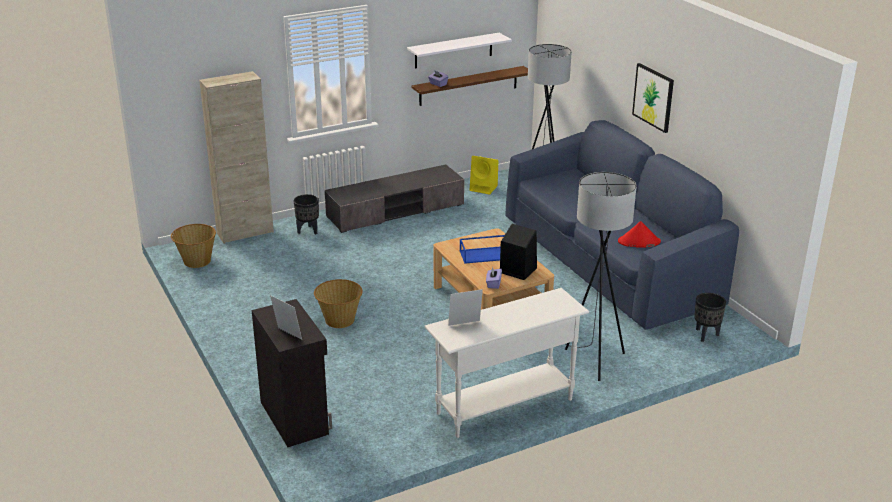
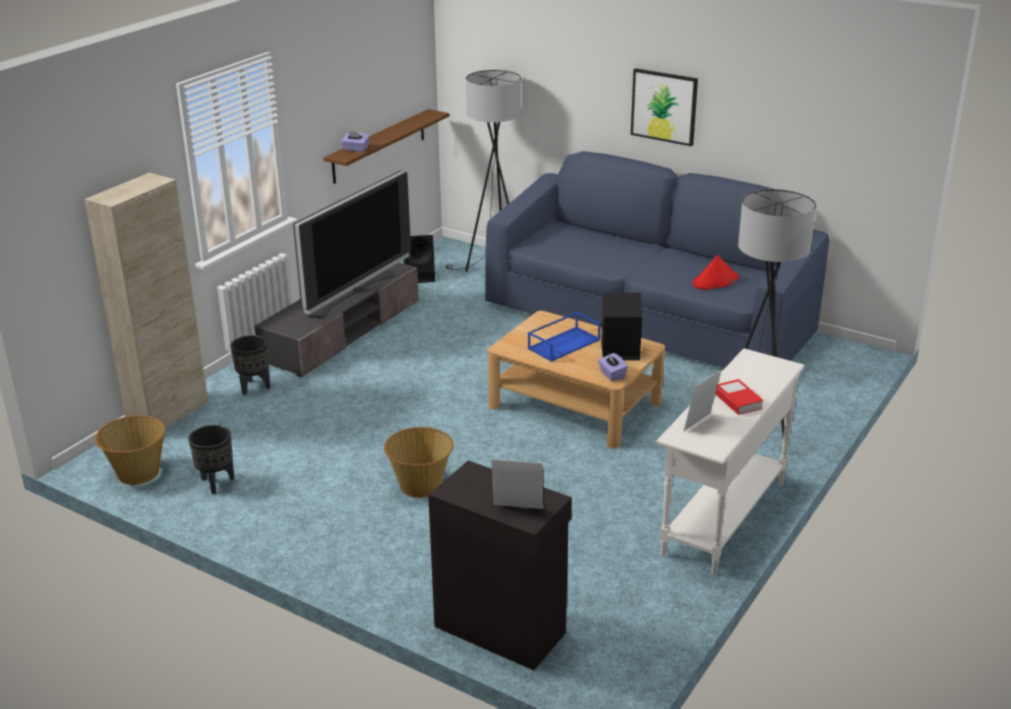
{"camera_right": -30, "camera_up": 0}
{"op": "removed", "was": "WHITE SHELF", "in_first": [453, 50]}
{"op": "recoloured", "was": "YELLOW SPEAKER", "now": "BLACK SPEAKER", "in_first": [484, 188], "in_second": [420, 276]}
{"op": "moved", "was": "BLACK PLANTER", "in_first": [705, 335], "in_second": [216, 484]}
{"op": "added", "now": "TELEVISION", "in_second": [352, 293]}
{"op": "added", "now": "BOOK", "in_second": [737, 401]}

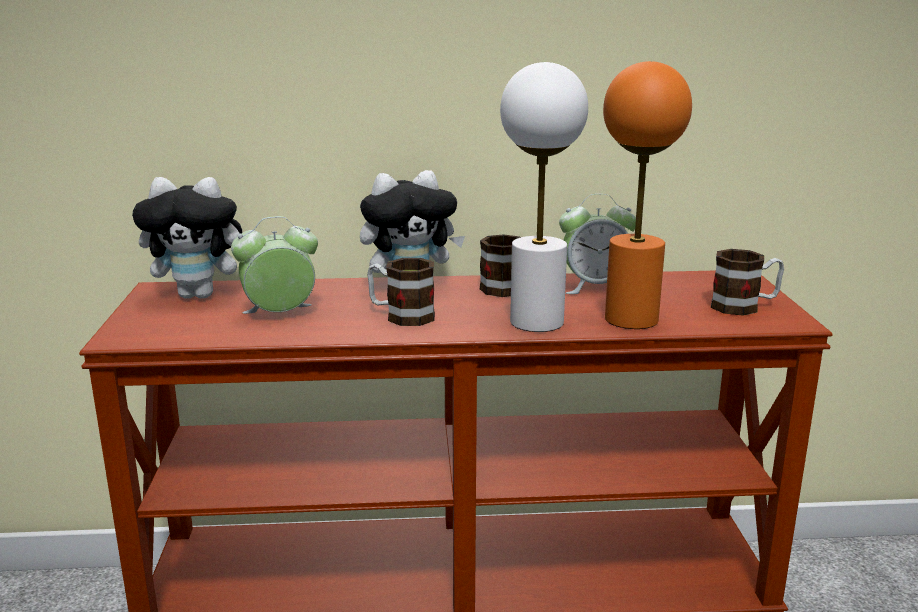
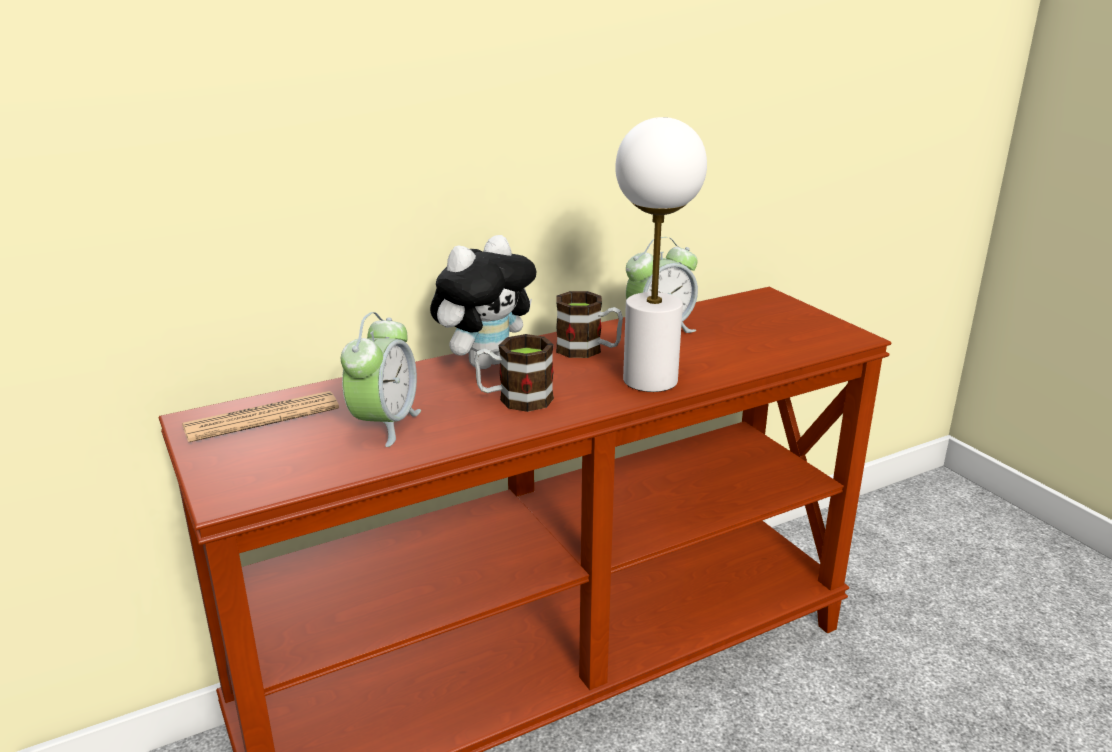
{"camera_right": -25, "camera_up": 5}
{"op": "replaced", "was": "PLUSH TOY", "now": "NEWSPAPER", "in_first": [201, 295], "in_second": [262, 418]}
{"op": "turned", "was": "ALARM CLOCK", "in_first": [280, 314], "in_second": [385, 425], "clockwise": 150}
{"op": "removed", "was": "ORANGE TABLE LAMP", "in_first": [631, 319]}
{"op": "removed", "was": "MUG", "in_first": [744, 306]}

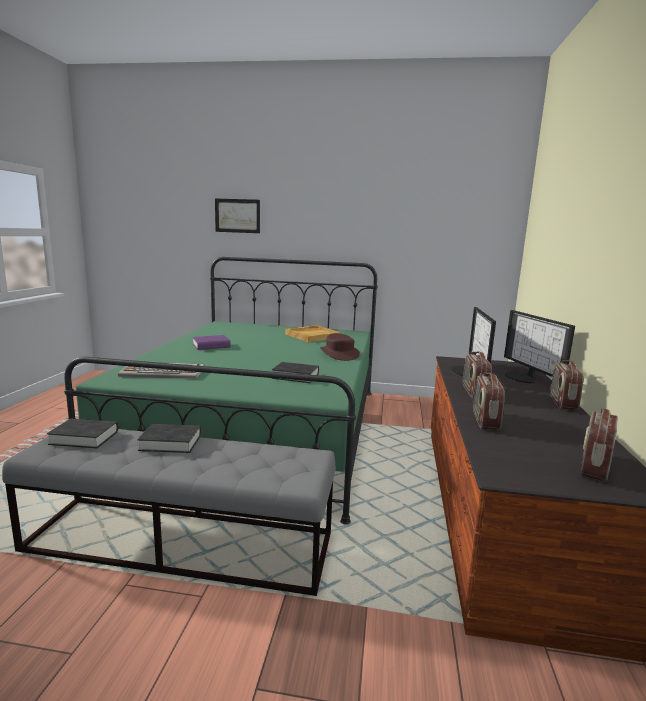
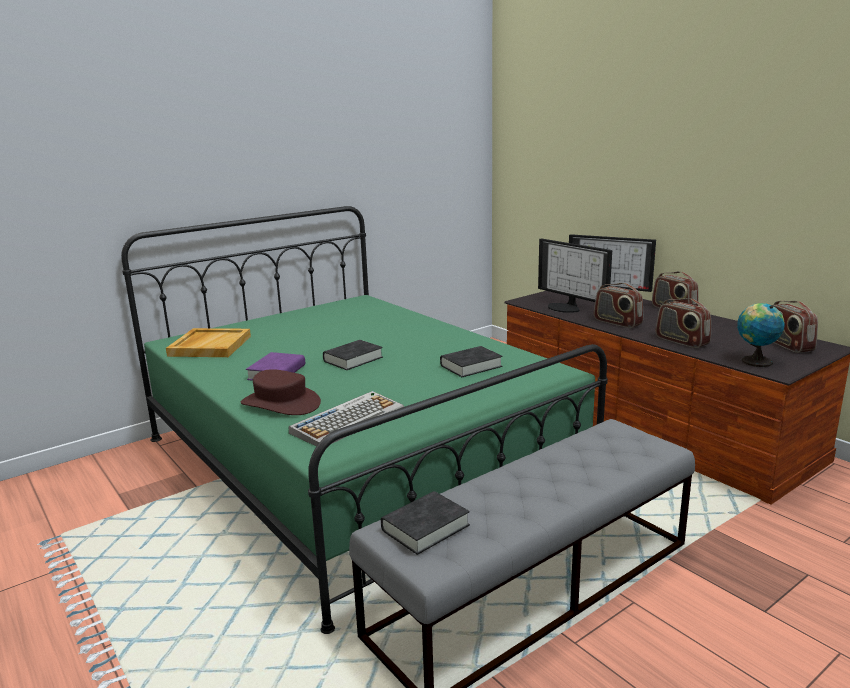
{"camera_right": -45, "camera_up": 5}
{"op": "moved", "was": "BLACK BOOK", "in_first": [170, 442], "in_second": [353, 359]}
{"op": "removed", "was": "PICTURE", "in_first": [237, 216]}
{"op": "moved", "was": "BEIGE TRAY", "in_first": [312, 336], "in_second": [210, 346]}
{"op": "moved", "was": "BROWN HAT", "in_first": [339, 354], "in_second": [281, 403]}
{"op": "added", "now": "GLOBE", "in_second": [754, 361]}

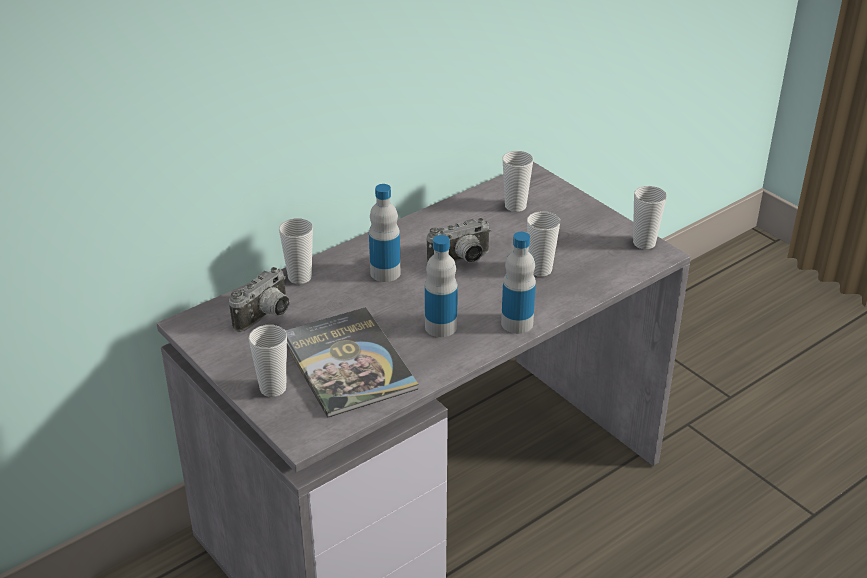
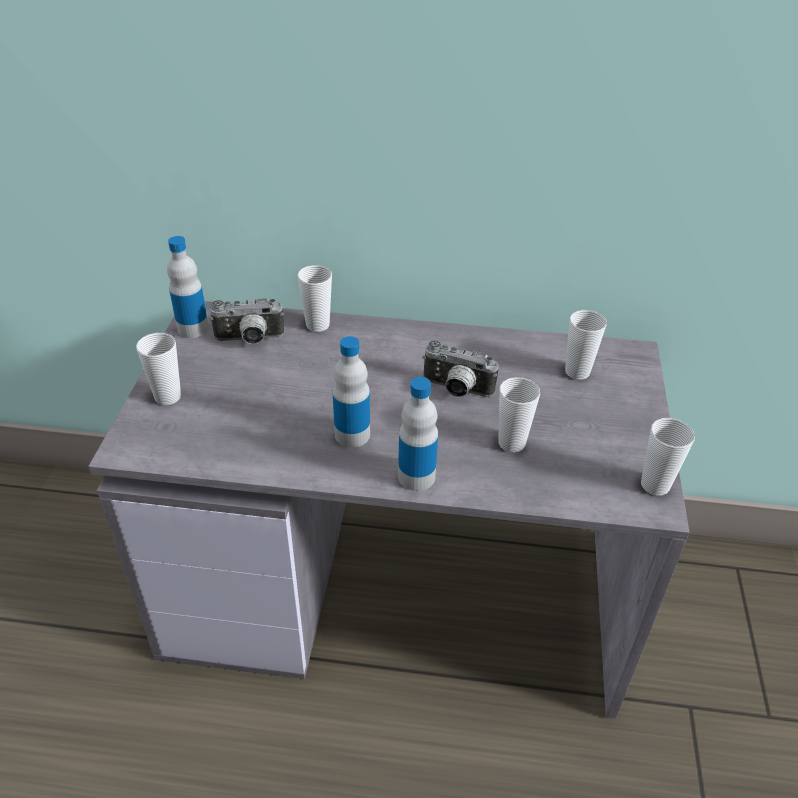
{"camera_right": 45, "camera_up": 5}
{"op": "removed", "was": "BOOK", "in_first": [347, 363]}
{"op": "moved", "was": "BOTTLE", "in_first": [385, 273], "in_second": [193, 328]}

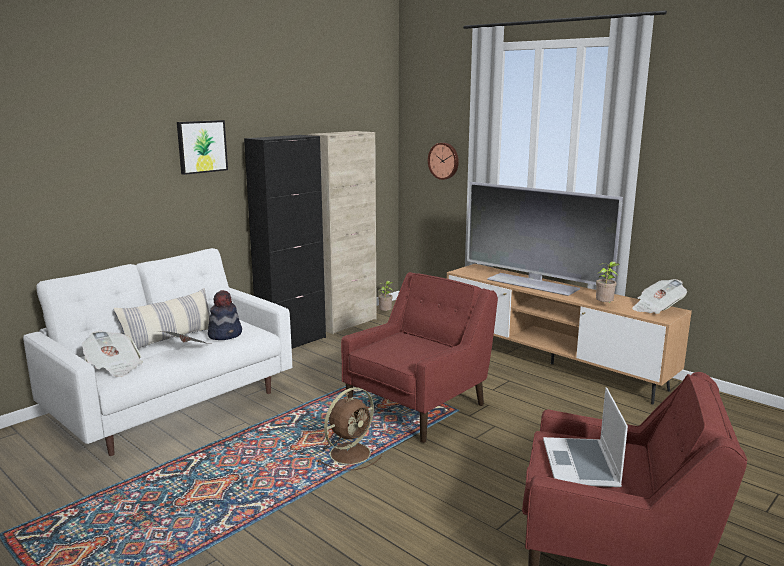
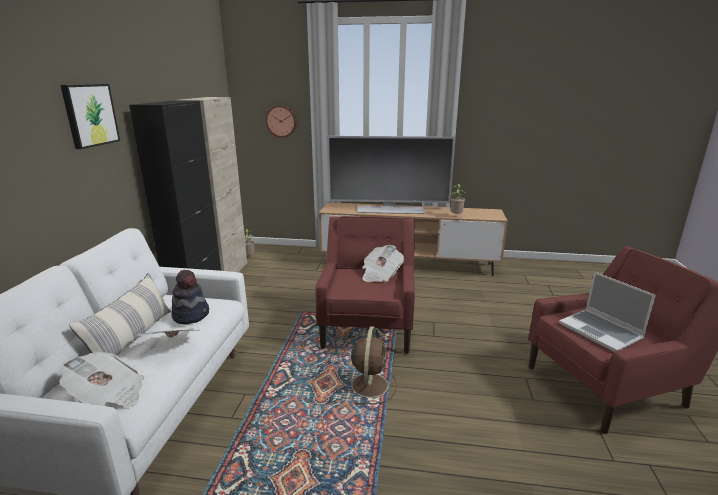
{"camera_right": -35, "camera_up": 5}
{"op": "moved", "was": "NEWSPAPER", "in_first": [656, 309], "in_second": [380, 274]}

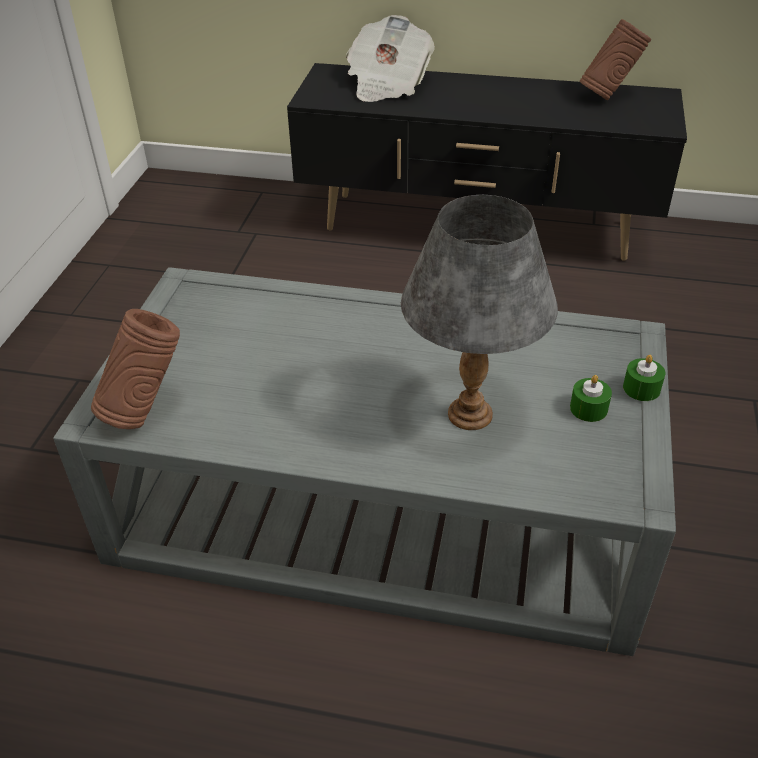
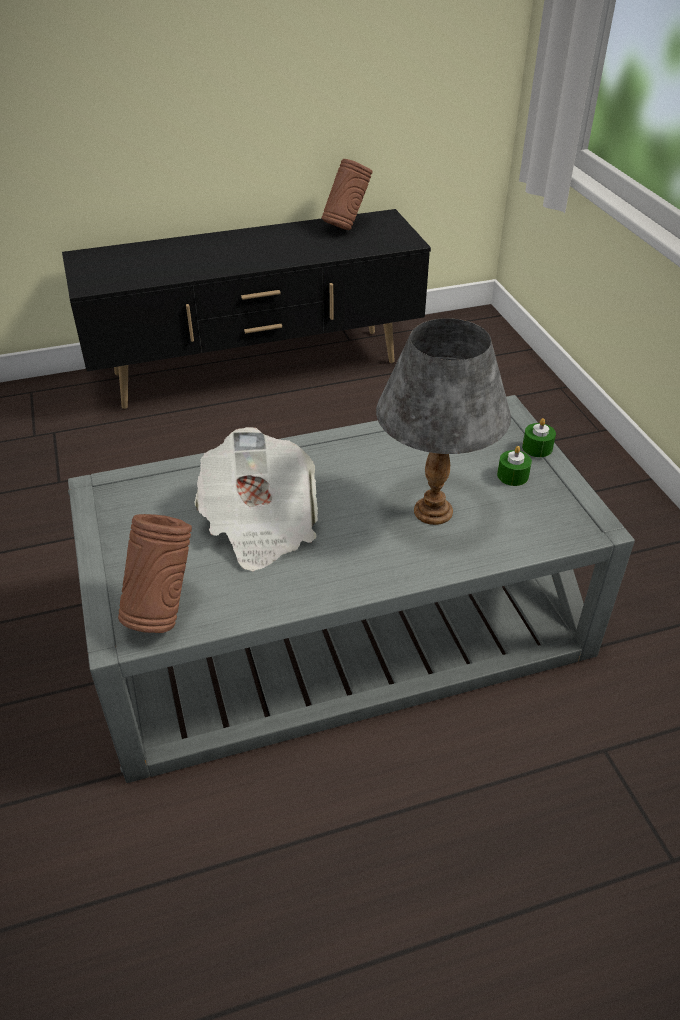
{"camera_right": -30, "camera_up": 0}
{"op": "moved", "was": "NEWSPAPER", "in_first": [387, 84], "in_second": [260, 524]}

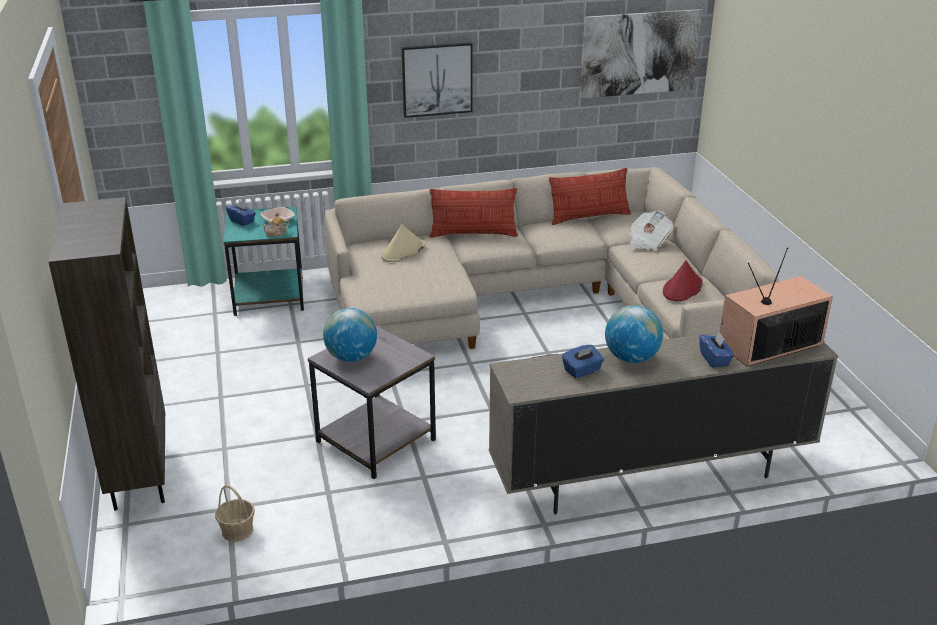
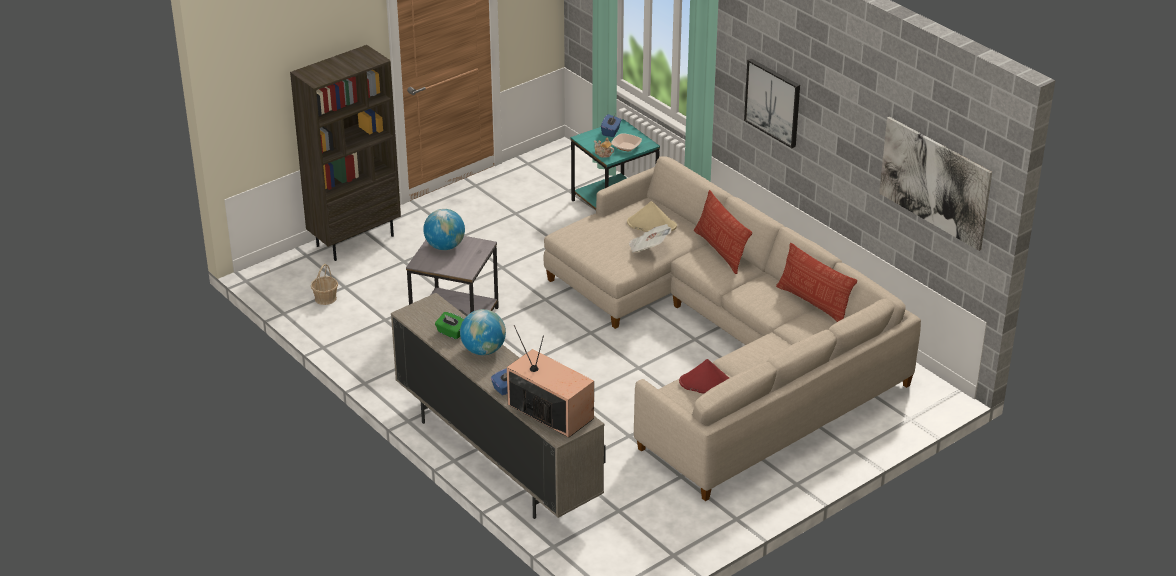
{"camera_right": 65, "camera_up": 5}
{"op": "recoloured", "was": "BLUE TISSUE BOX", "now": "GREEN TISSUE BOX", "in_first": [582, 371], "in_second": [451, 333]}
{"op": "moved", "was": "NEWSPAPER", "in_first": [647, 242], "in_second": [648, 248]}

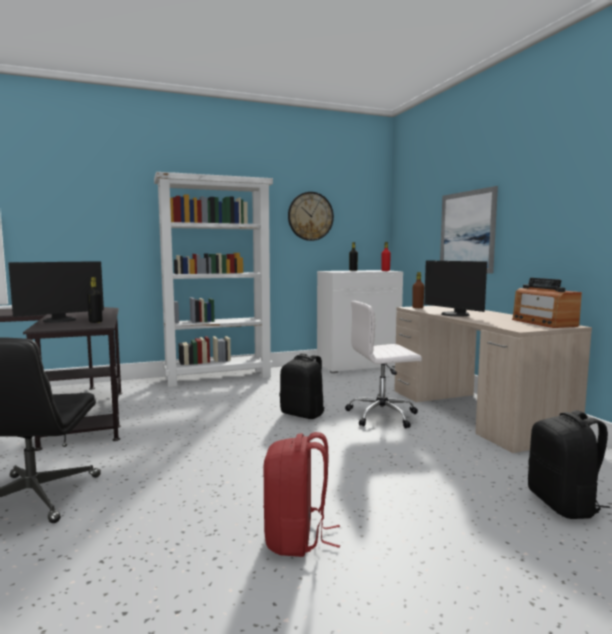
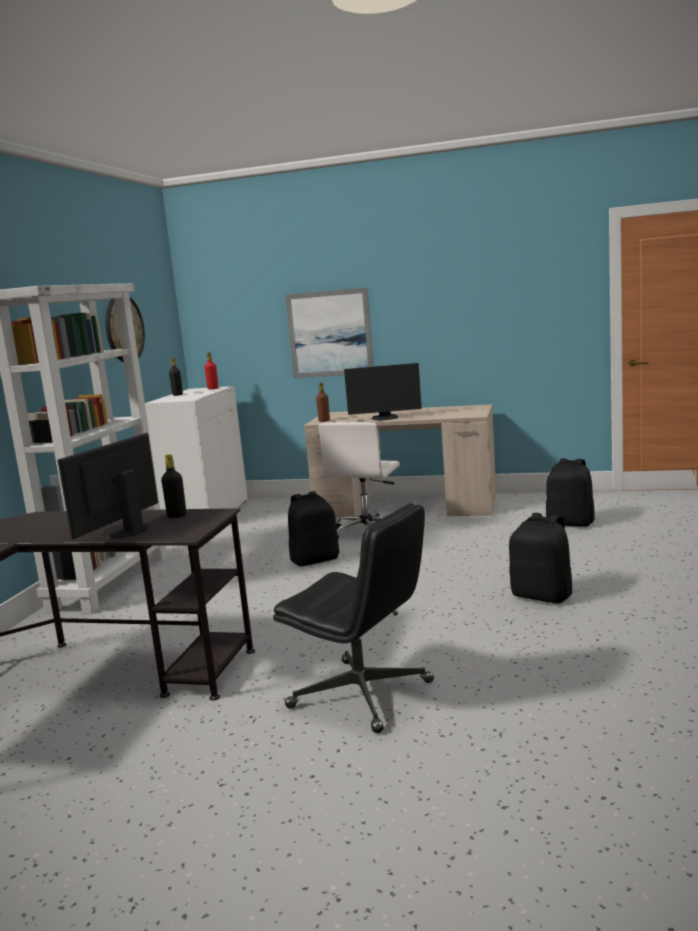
{"camera_right": -55, "camera_up": 5}
{"op": "turned", "was": "MONITOR", "in_first": [60, 320], "in_second": [123, 531], "clockwise": -150}
{"op": "recoloured", "was": "RED BACKPACK", "now": "BLACK BACKPACK", "in_first": [297, 538], "in_second": [542, 596]}
{"op": "removed", "was": "RADIO", "in_first": [543, 323]}

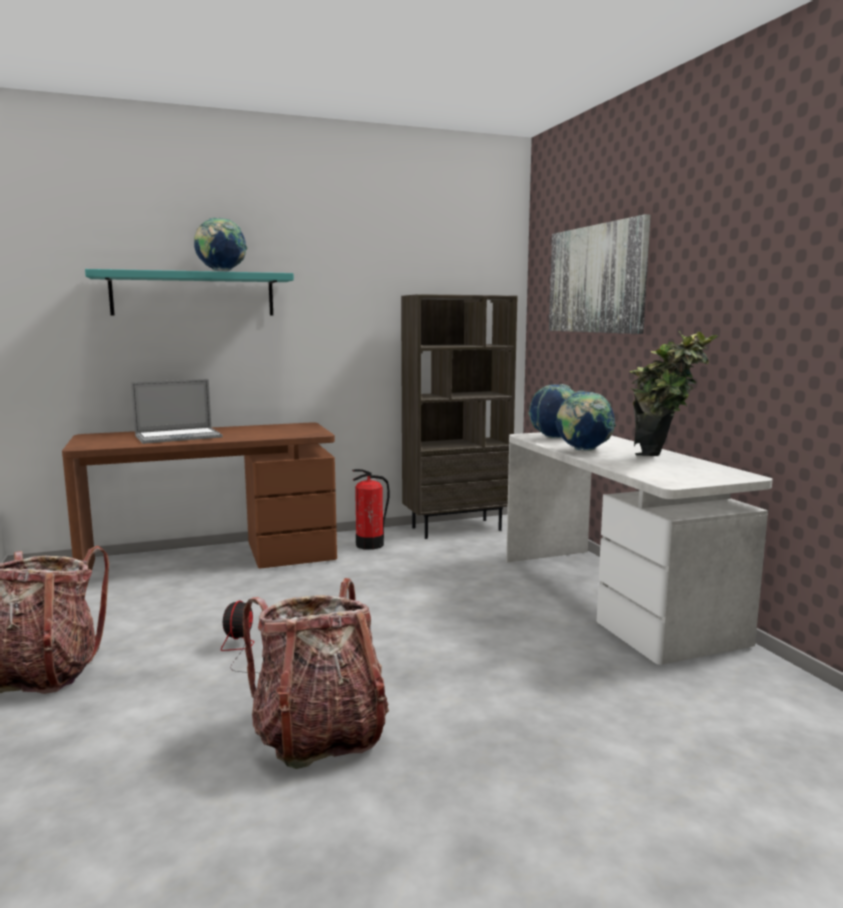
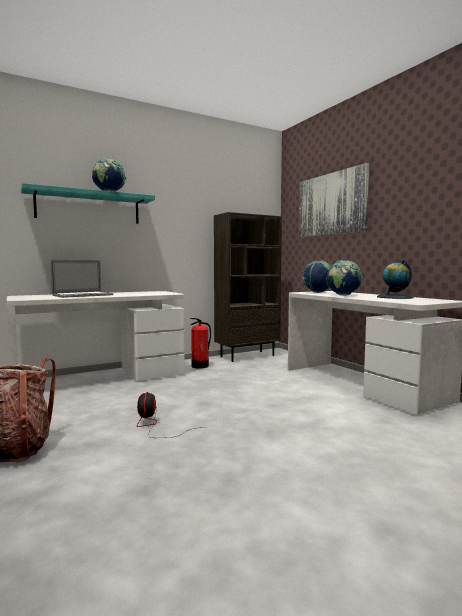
{"camera_right": -10, "camera_up": -5}
{"op": "recoloured", "was": "BROWN DESK", "now": "WHITE DESK", "in_first": [211, 560], "in_second": [101, 378]}
{"op": "removed", "was": "BACKPACK", "in_first": [319, 734]}
{"op": "replaced", "was": "POTTED PLANT", "now": "GLOBE", "in_first": [664, 460], "in_second": [394, 297]}

